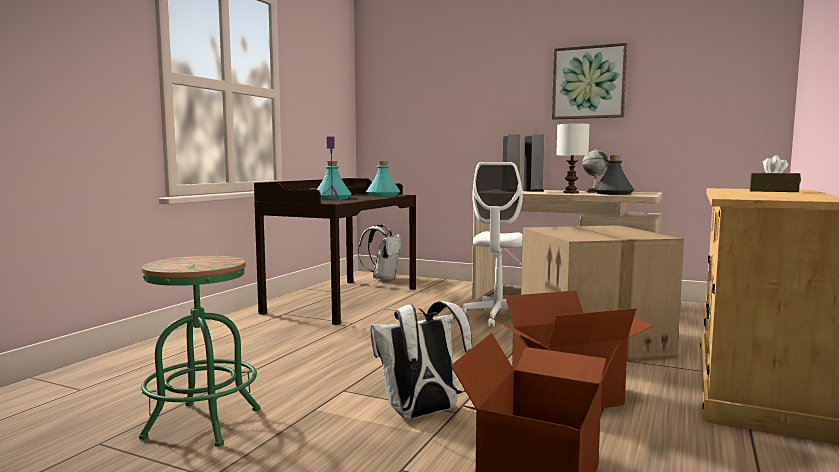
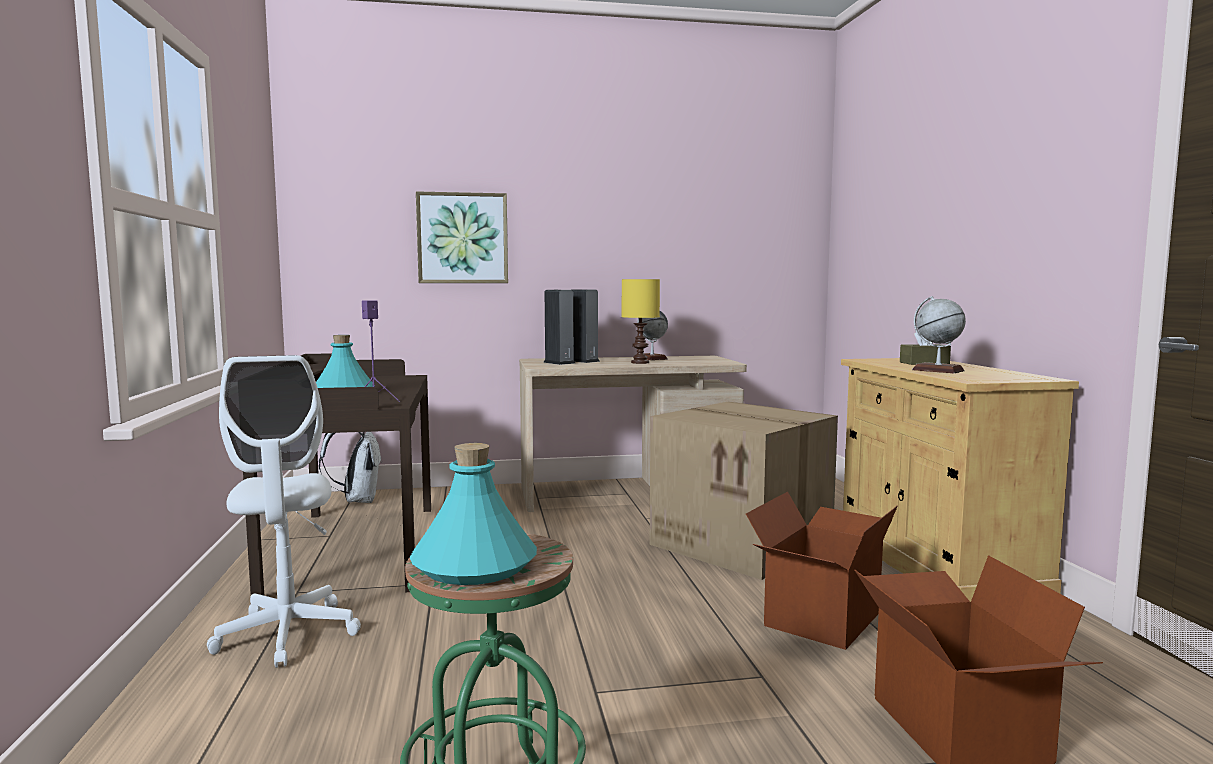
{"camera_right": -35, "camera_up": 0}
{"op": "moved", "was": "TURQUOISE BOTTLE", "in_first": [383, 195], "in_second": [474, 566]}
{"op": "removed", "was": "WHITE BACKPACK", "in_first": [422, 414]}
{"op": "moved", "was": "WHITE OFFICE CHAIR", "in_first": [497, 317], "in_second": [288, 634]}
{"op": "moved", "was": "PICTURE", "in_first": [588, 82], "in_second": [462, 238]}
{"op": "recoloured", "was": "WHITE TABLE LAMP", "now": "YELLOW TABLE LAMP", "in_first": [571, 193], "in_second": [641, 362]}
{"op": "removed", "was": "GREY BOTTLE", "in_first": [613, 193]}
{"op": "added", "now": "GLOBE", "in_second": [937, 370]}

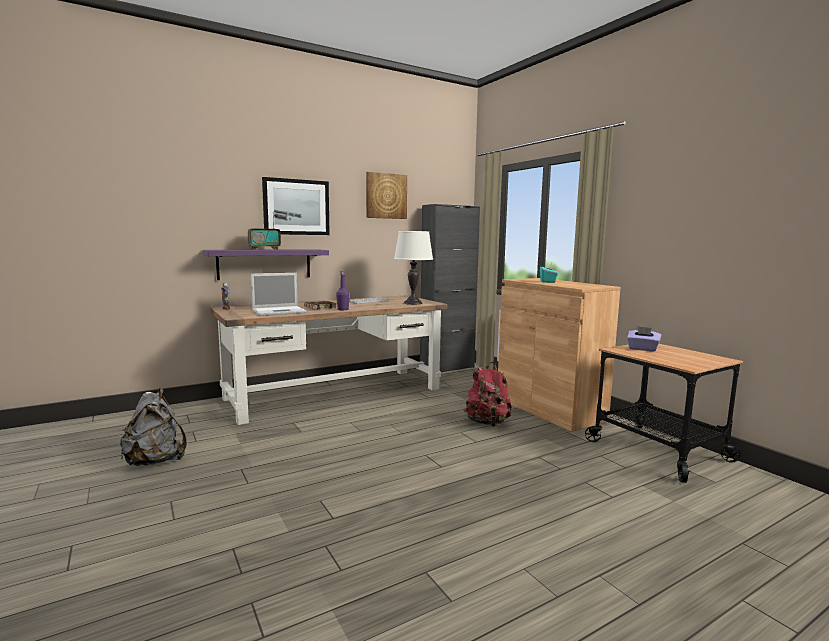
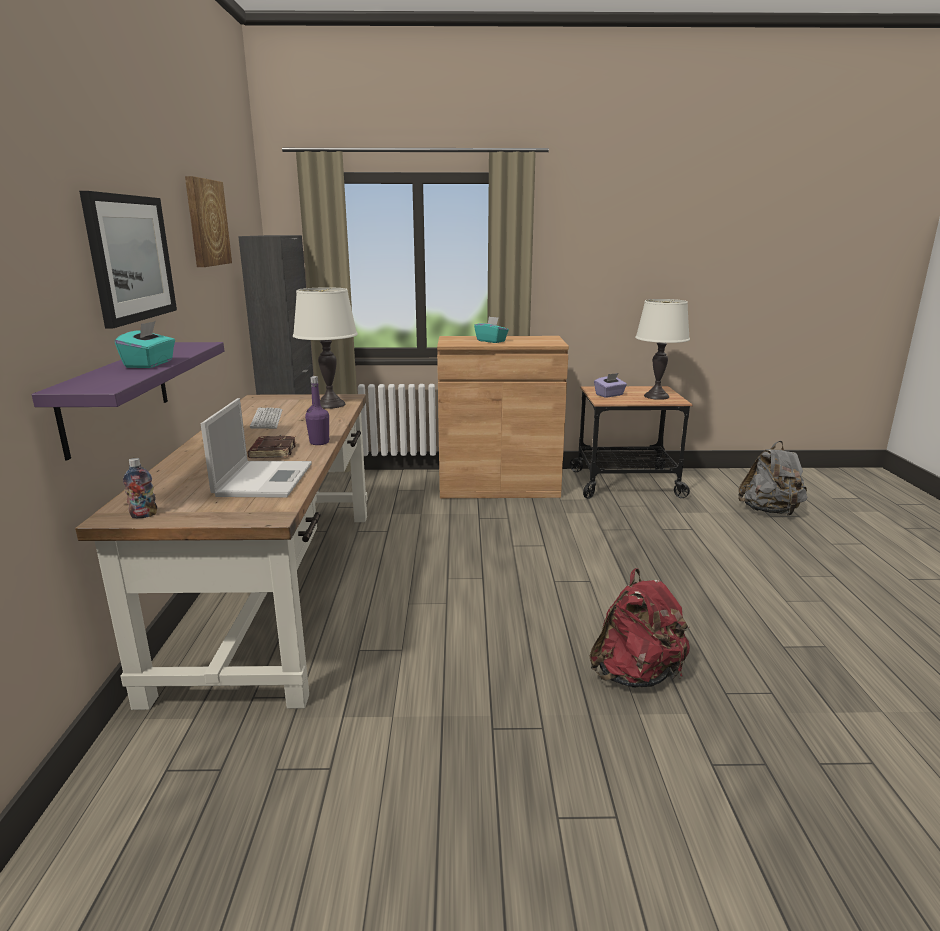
{"camera_right": -60, "camera_up": 10}
{"op": "moved", "was": "GREY BACKPACK", "in_first": [155, 461], "in_second": [770, 511]}
{"op": "replaced", "was": "RADIO", "now": "TURQUOISE TISSUE BOX", "in_first": [264, 249], "in_second": [150, 364]}
{"op": "moved", "was": "RED BACKPACK", "in_first": [487, 423], "in_second": [636, 675]}
{"op": "added", "now": "WHITE TABLE LAMP", "in_second": [656, 396]}

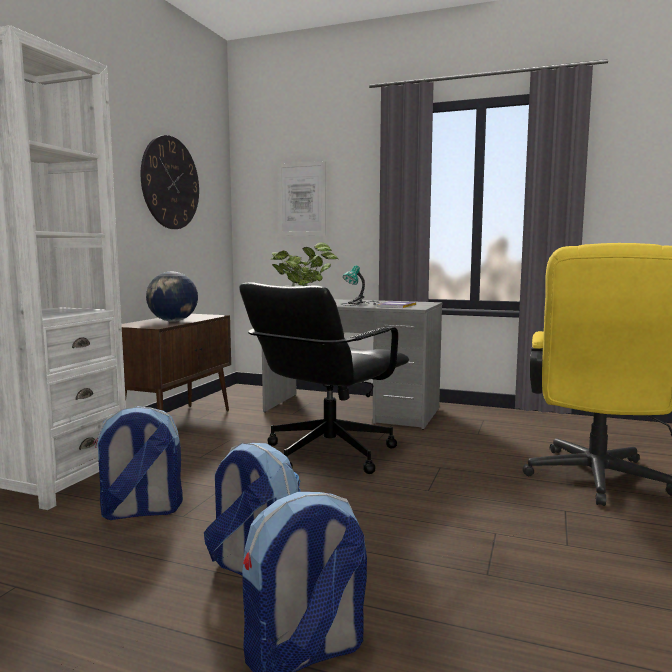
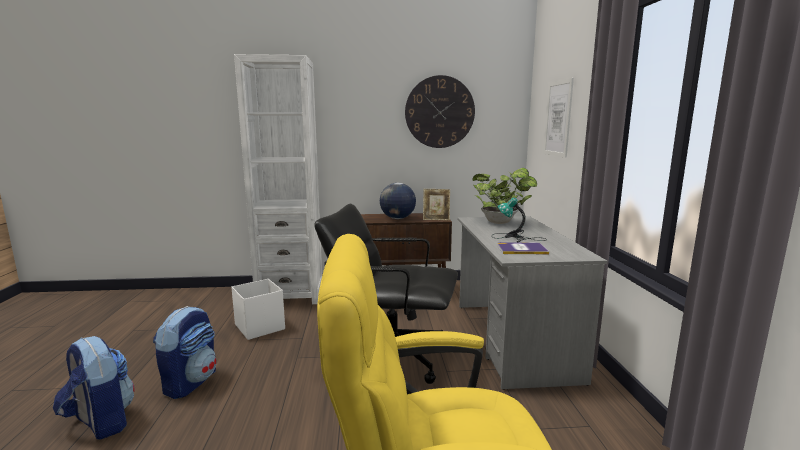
{"camera_right": 65, "camera_up": 5}
{"op": "replaced", "was": "BACKPACK", "now": "WHITE STORAGE BOX", "in_first": [140, 511], "in_second": [260, 327]}
{"op": "added", "now": "PICTURE FRAME", "in_second": [436, 219]}

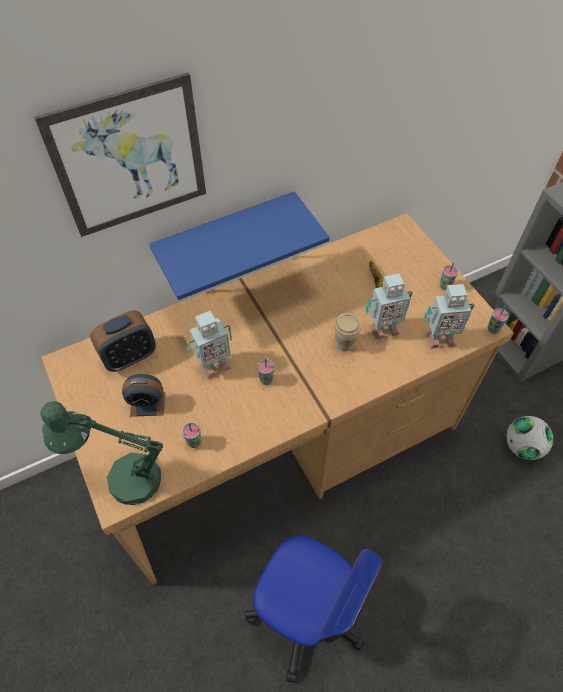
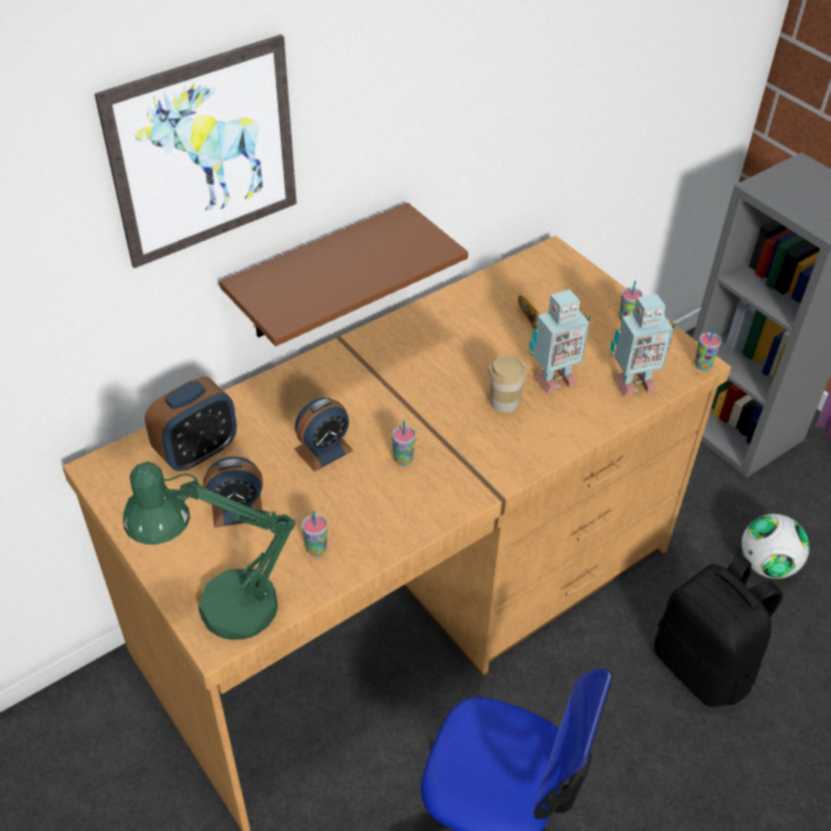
{"camera_right": -10, "camera_up": -10}
{"op": "recoloured", "was": "BLUE SHELF", "now": "BROWN SHELF", "in_first": [226, 238], "in_second": [319, 274]}
{"op": "replaced", "was": "TOY ROBOT", "now": "ALARM CLOCK", "in_first": [213, 365], "in_second": [323, 449]}
{"op": "added", "now": "BLACK BACKPACK", "in_second": [704, 666]}

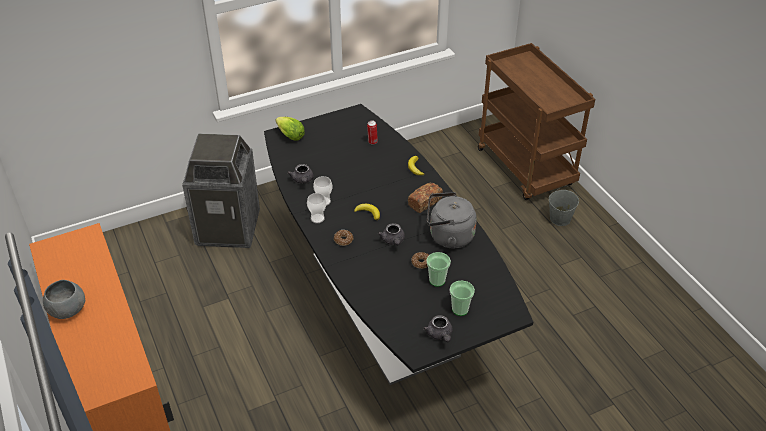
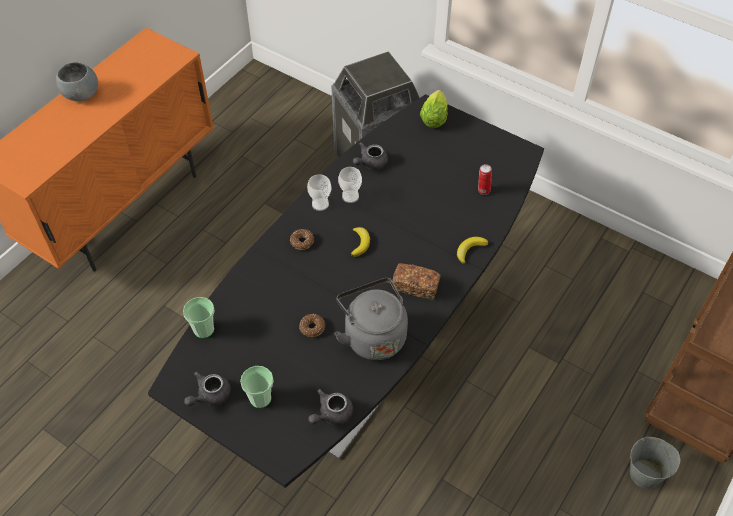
{"camera_right": 60, "camera_up": 10}
{"op": "moved", "was": "GREY TEAPOT", "in_first": [393, 241], "in_second": [331, 414]}
{"op": "moved", "was": "CUP", "in_first": [437, 280], "in_second": [204, 329]}

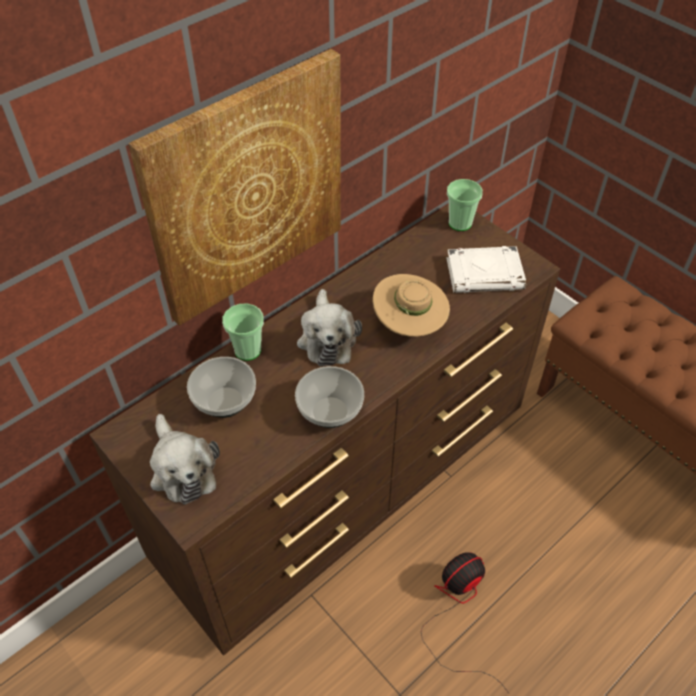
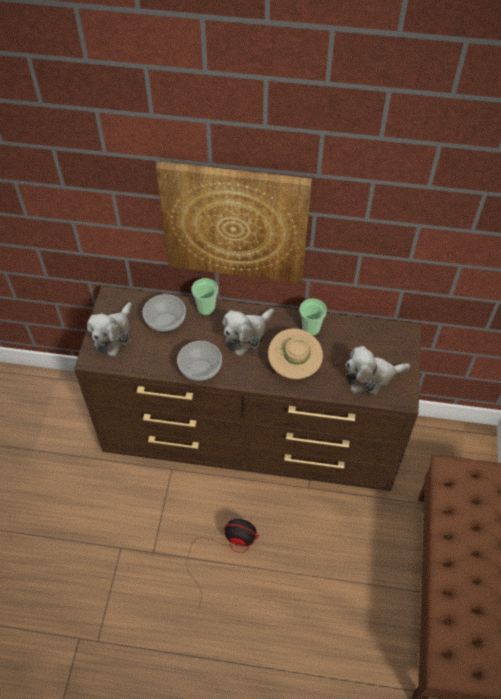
{"camera_right": 50, "camera_up": 5}
{"op": "replaced", "was": "WHITE BOOK", "now": "PLUSH TOY", "in_first": [485, 274], "in_second": [371, 377]}
{"op": "moved", "was": "CUP", "in_first": [460, 223], "in_second": [311, 328]}

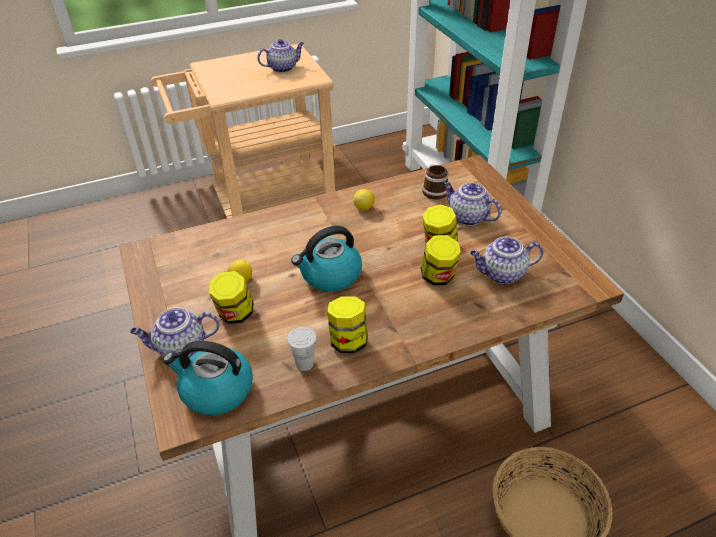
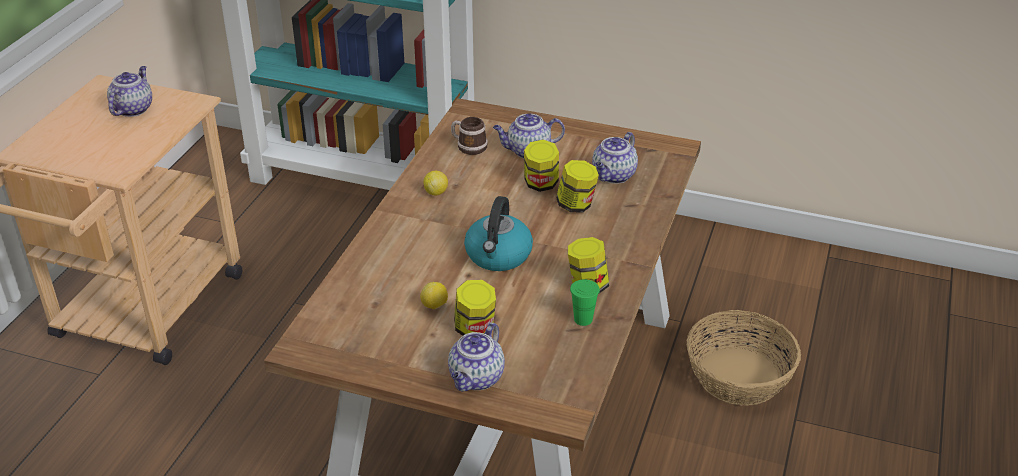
{"camera_right": -50, "camera_up": -5}
{"op": "removed", "was": "KETTLE", "in_first": [216, 390]}
{"op": "recoloured", "was": "WHITE CUP", "now": "GREEN CUP", "in_first": [304, 363], "in_second": [583, 319]}

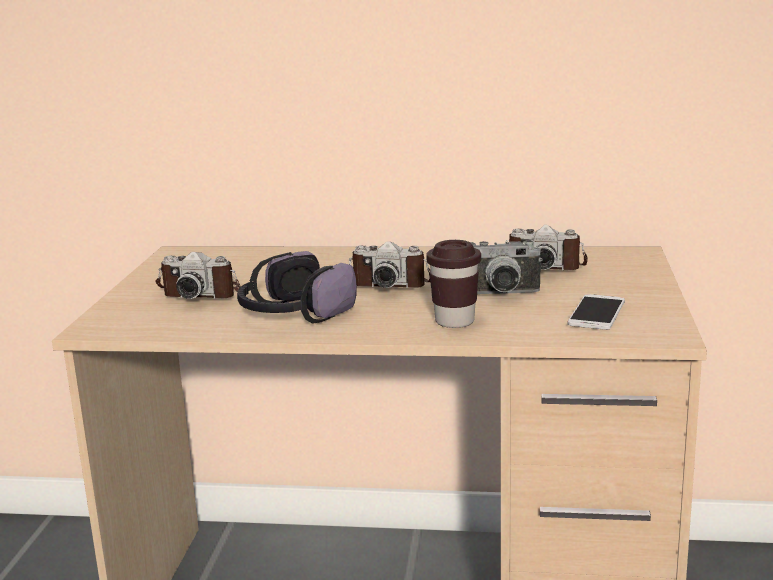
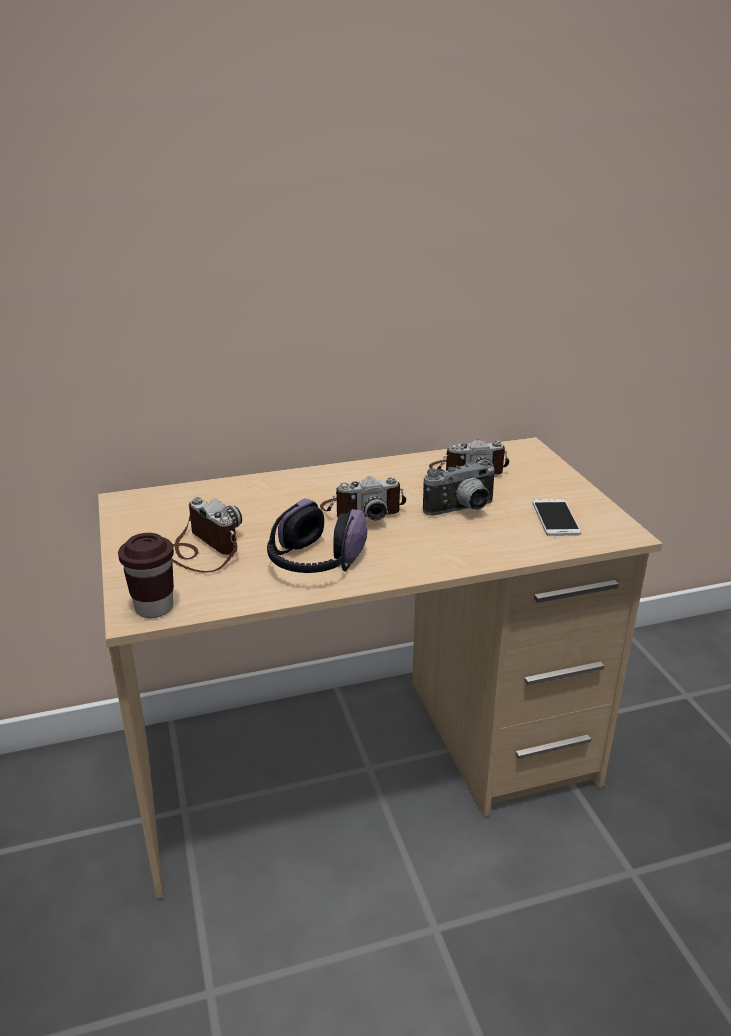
{"camera_right": -25, "camera_up": 10}
{"op": "turned", "was": "PHOTO CAMERA", "in_first": [203, 293], "in_second": [203, 550], "clockwise": -120}
{"op": "moved", "was": "BROWN CUP", "in_first": [454, 321], "in_second": [154, 608]}

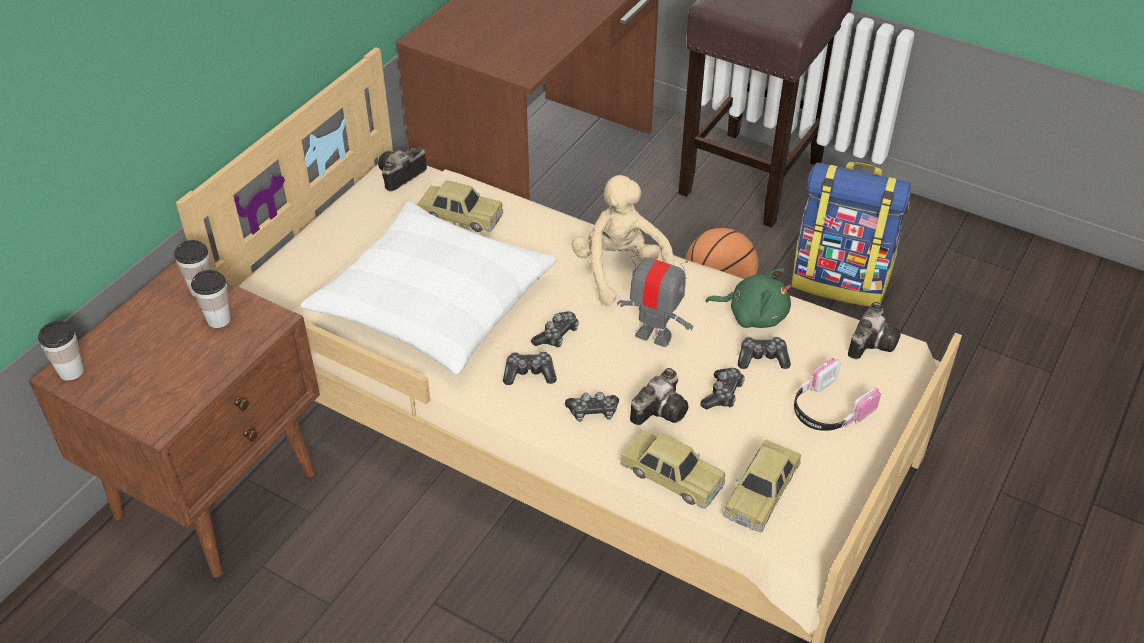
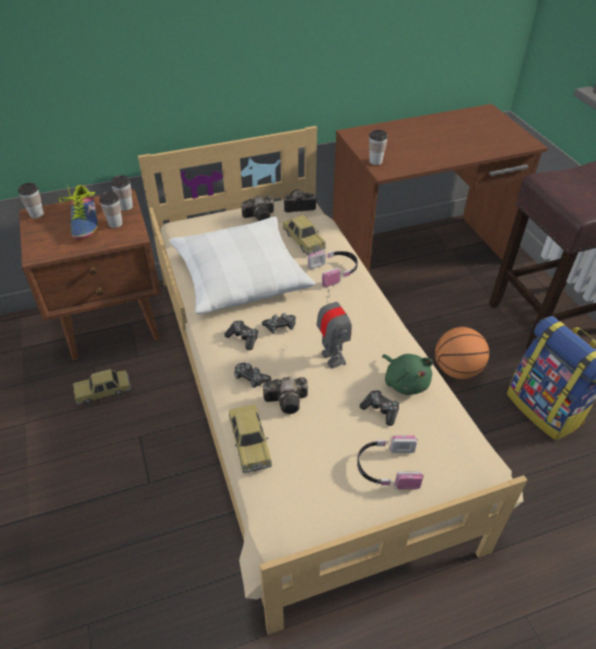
{"camera_right": 40, "camera_up": 0}
{"op": "removed", "was": "BEIGE PLUSH TOY", "in_first": [620, 271]}
{"op": "removed", "was": "GAME CONTROLLER", "in_first": [722, 394]}
{"op": "moved", "was": "TOY CAR", "in_first": [761, 492], "in_second": [104, 391]}
{"op": "moved", "was": "PHOTO CAMERA", "in_first": [872, 341], "in_second": [261, 216]}
{"op": "added", "now": "SHOE", "in_second": [85, 221]}
{"op": "added", "now": "HEADPHONES", "in_second": [335, 271]}
{"op": "added", "now": "CUP", "in_second": [375, 161]}

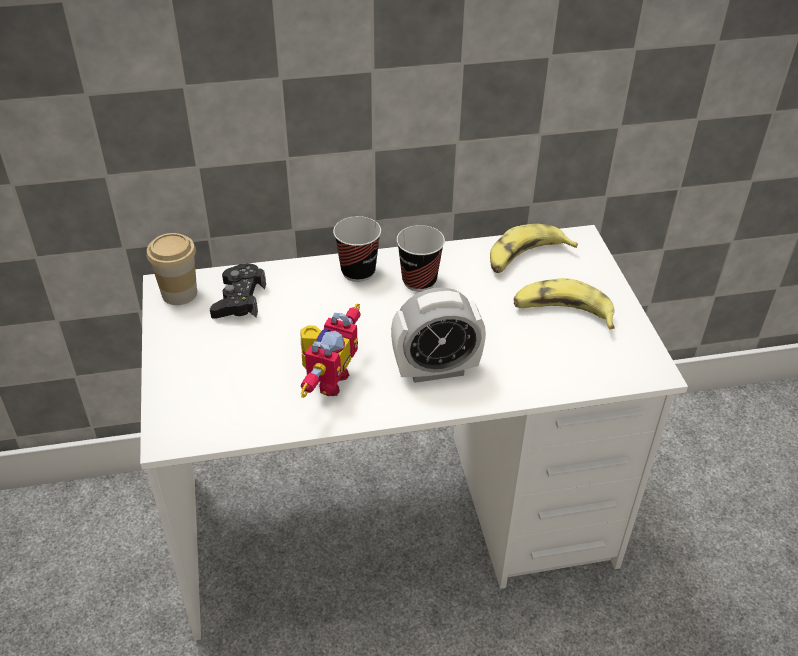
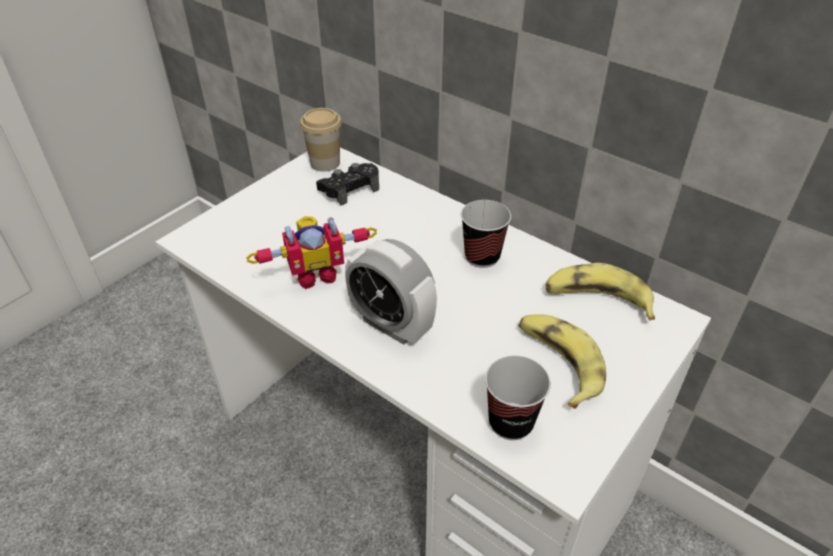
{"camera_right": 50, "camera_up": 0}
{"op": "moved", "was": "CUP", "in_first": [358, 271], "in_second": [510, 422]}

